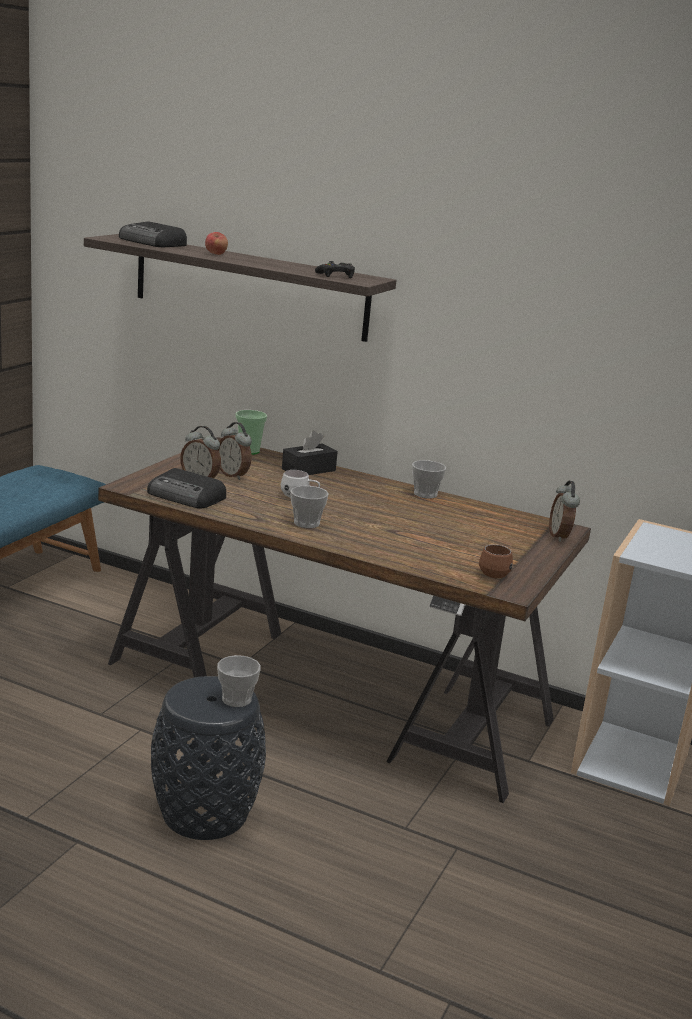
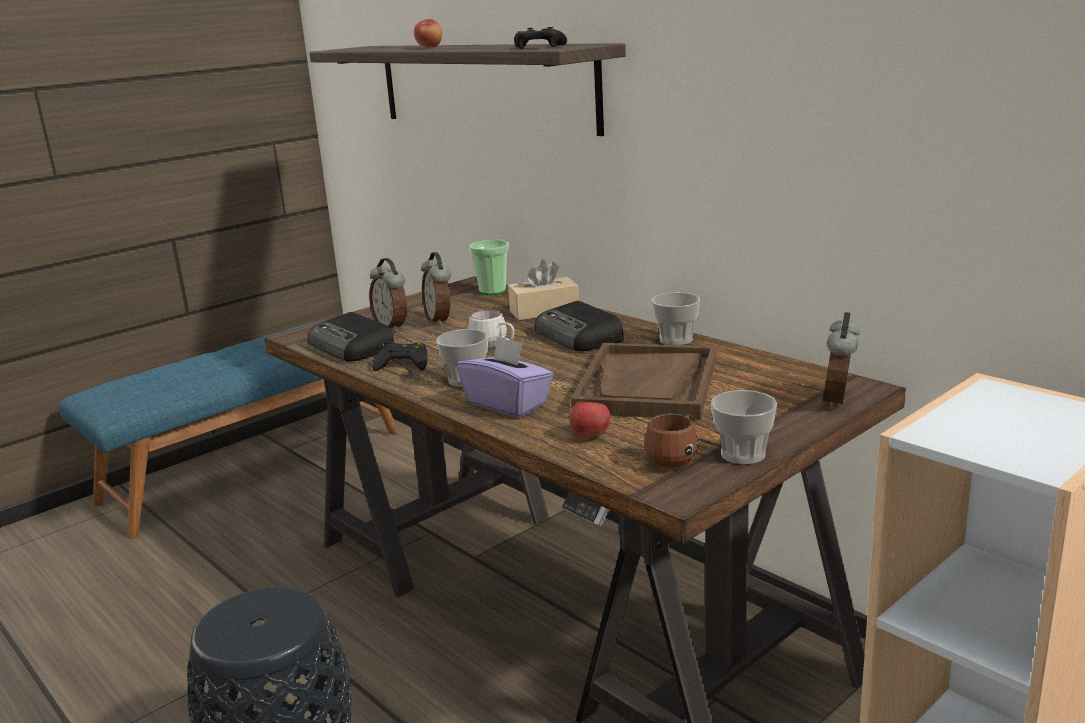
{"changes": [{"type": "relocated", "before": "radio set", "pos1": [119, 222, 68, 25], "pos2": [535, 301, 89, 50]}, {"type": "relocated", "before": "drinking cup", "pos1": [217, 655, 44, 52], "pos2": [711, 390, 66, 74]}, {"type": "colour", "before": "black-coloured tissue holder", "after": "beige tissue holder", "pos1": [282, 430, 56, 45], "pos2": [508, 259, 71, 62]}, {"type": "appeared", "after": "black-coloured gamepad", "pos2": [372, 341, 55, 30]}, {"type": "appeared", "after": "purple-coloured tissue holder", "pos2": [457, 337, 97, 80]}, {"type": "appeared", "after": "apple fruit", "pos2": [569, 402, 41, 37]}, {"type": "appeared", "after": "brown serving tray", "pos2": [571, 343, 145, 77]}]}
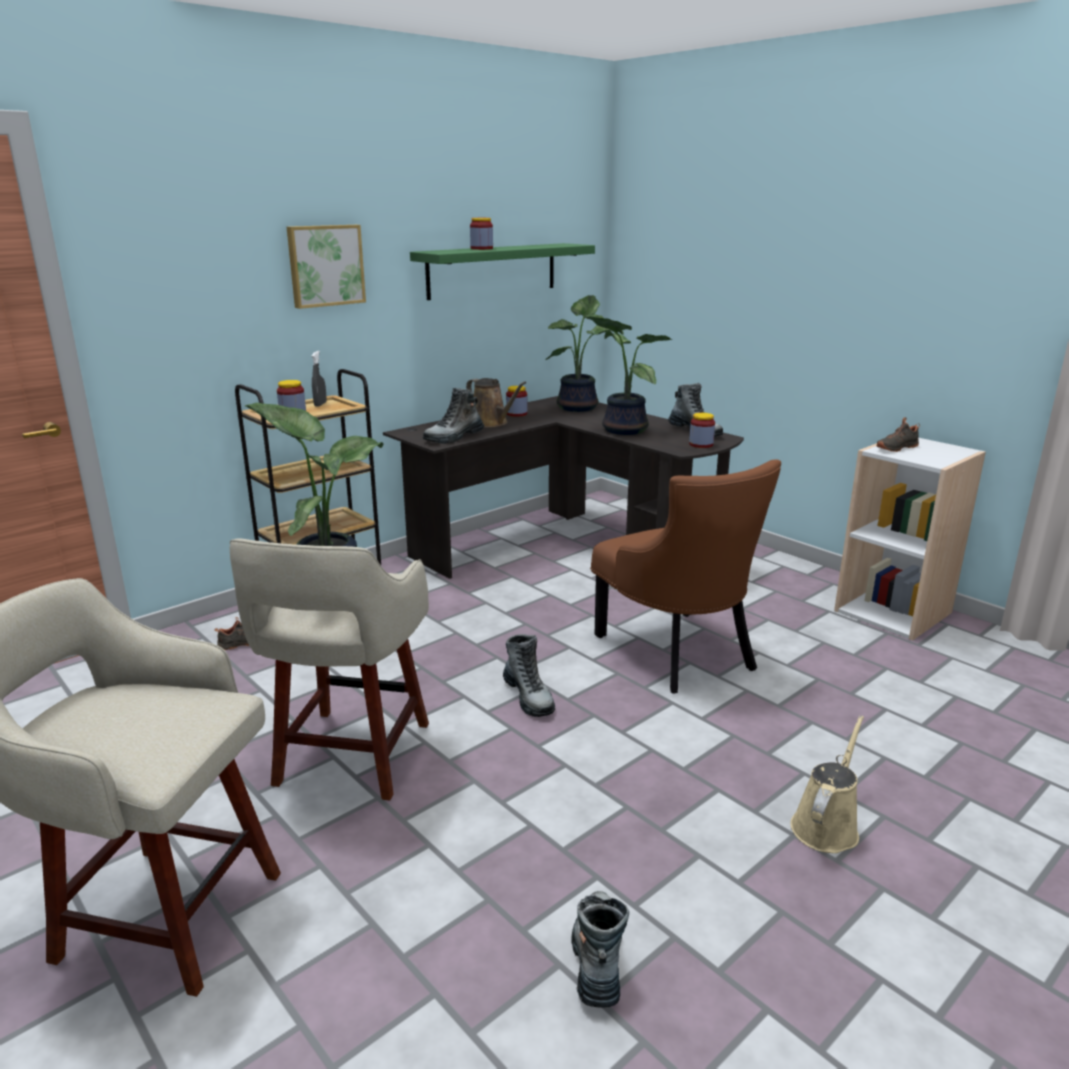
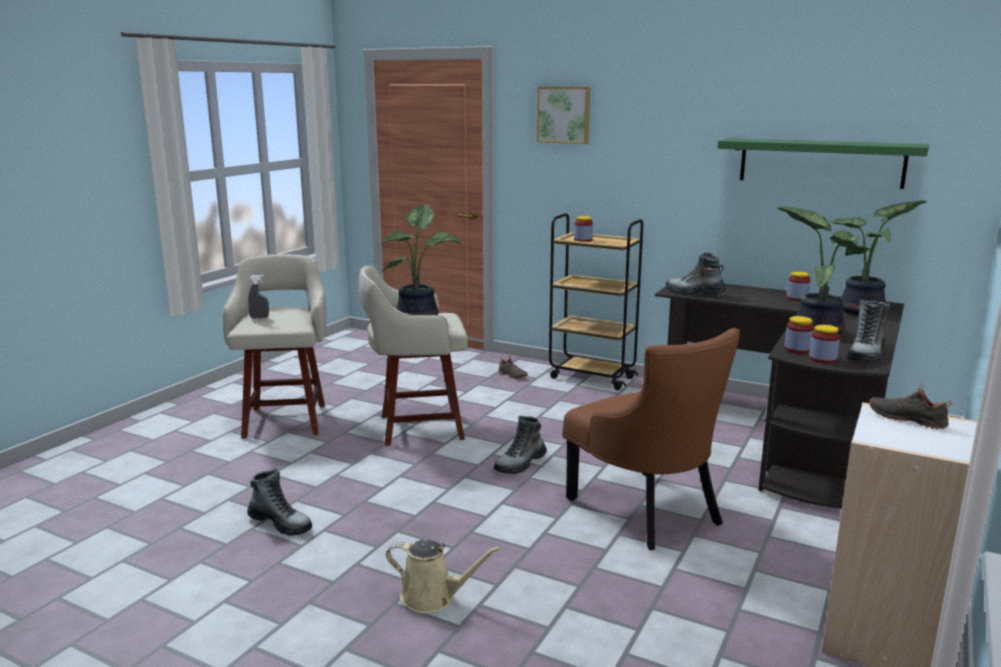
{"changes": [{"type": "relocated", "before": "wall art", "pos1": [287, 225, 79, 84], "pos2": [537, 87, 53, 57]}, {"type": "relocated", "before": "grey hand sprayer", "pos1": [312, 351, 14, 55], "pos2": [248, 275, 21, 44]}, {"type": "missing", "before": "brown sprinkling can", "pos1": [466, 378, 60, 49]}, {"type": "relocated", "before": "preserve jar", "pos1": [470, 218, 23, 32], "pos2": [784, 316, 30, 38]}, {"type": "spun", "before": "boot", "pos1": [571, 891, 58, 117], "pos2": [247, 469, 65, 67], "turn": 45}, {"type": "spun", "before": "brown chair", "pos1": [590, 459, 191, 235], "pos2": [562, 328, 178, 222], "turn": -75}]}
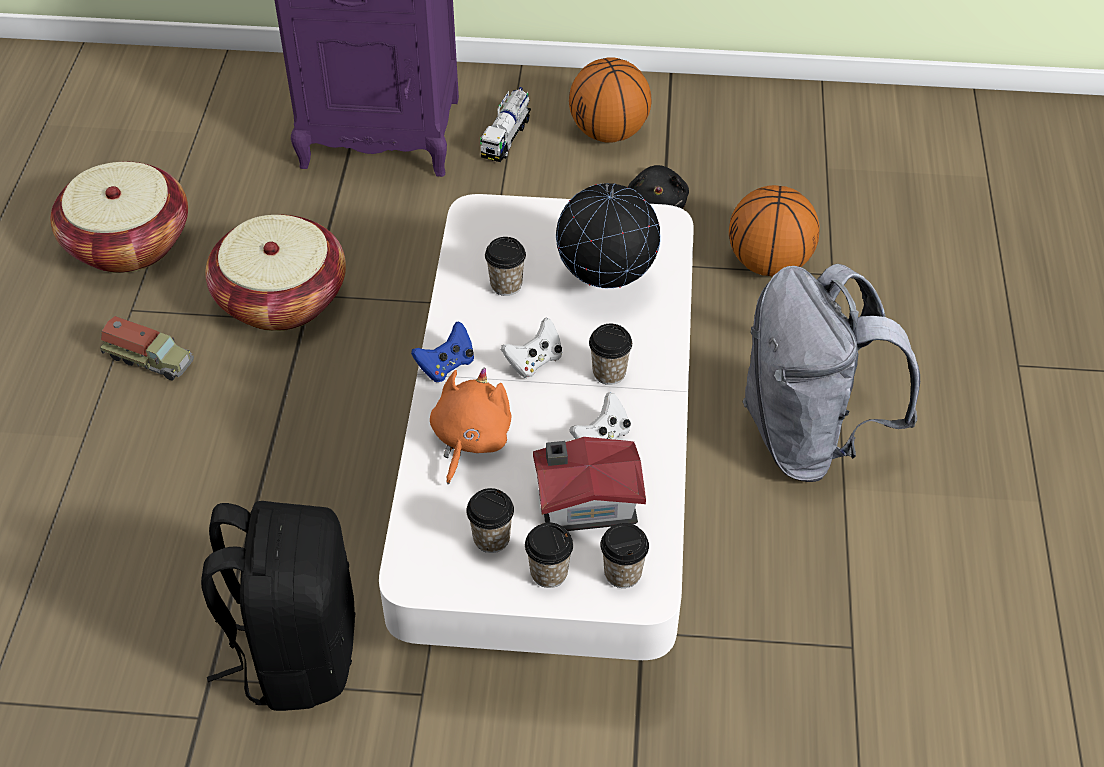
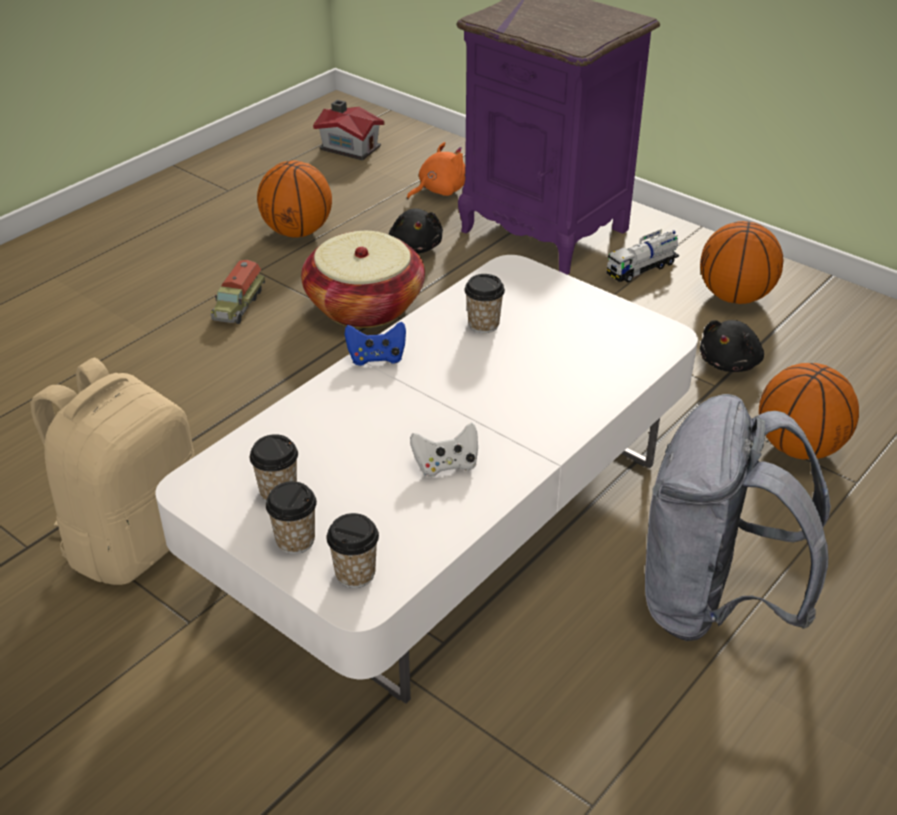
{"changes": [{"type": "exchanged", "before": "basket", "after": "basketball ball", "pos1": [51, 161, 137, 112], "pos2": [257, 161, 75, 77]}, {"type": "spun", "before": "toy lorry", "pos1": [100, 316, 94, 64], "pos2": [210, 260, 55, 64], "turn": 45}, {"type": "colour", "before": "black-coloured rucksack", "after": "beige rucksack", "pos1": [201, 501, 154, 210], "pos2": [30, 358, 165, 227]}, {"type": "relocated", "before": "orangey cuddly toy", "pos1": [430, 368, 82, 117], "pos2": [407, 142, 58, 57]}, {"type": "missing", "before": "white-coloured gamepad", "pos1": [501, 318, 61, 60]}, {"type": "relocated", "before": "miniature house", "pos1": [533, 437, 113, 94], "pos2": [313, 100, 71, 61]}, {"type": "missing", "before": "globe", "pos1": [556, 183, 105, 105]}, {"type": "missing", "before": "drinking cup", "pos1": [589, 324, 43, 61]}, {"type": "appeared", "after": "black-coloured cuddly toy", "pos2": [389, 208, 54, 46]}]}
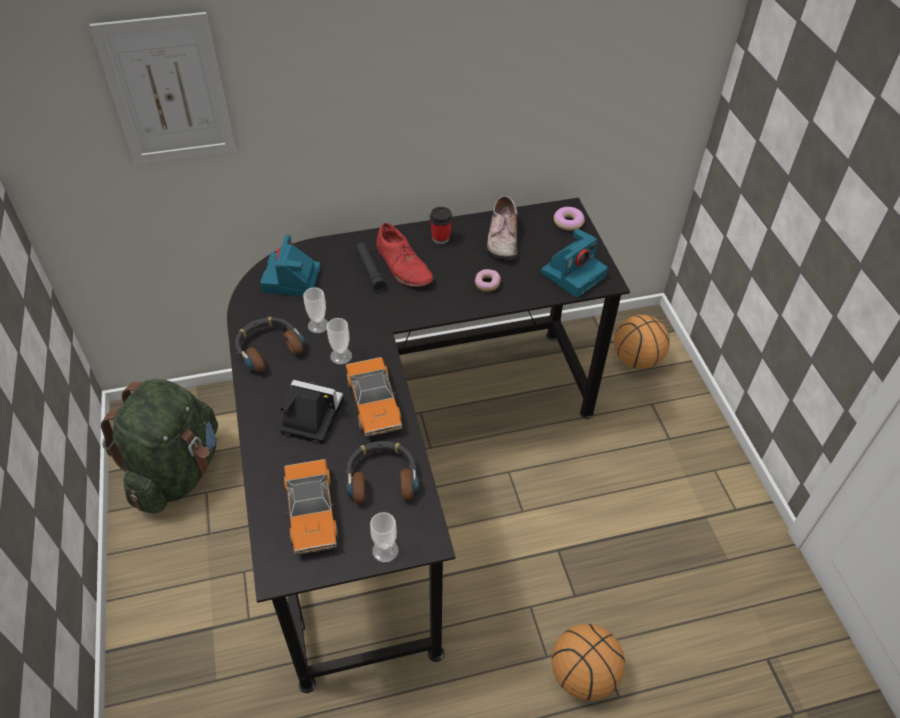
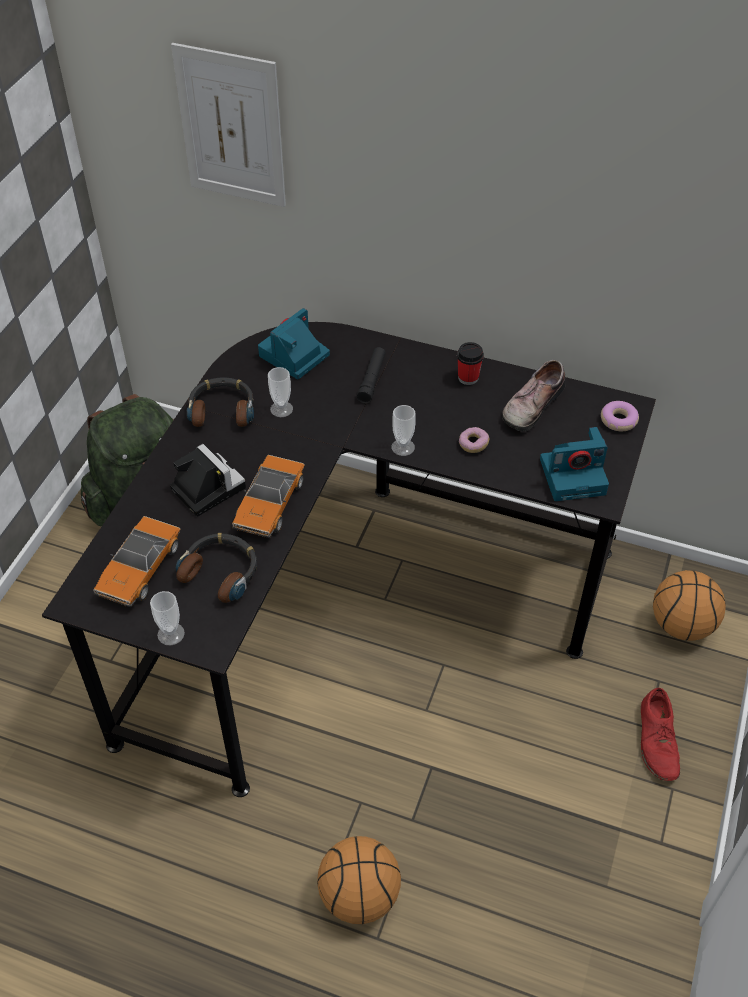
{"changes": [{"type": "relocated", "before": "drinking cup", "pos1": [327, 318, 25, 47], "pos2": [392, 405, 24, 51]}, {"type": "relocated", "before": "red-coloured item of footwear", "pos1": [376, 223, 58, 64], "pos2": [641, 688, 39, 93]}]}
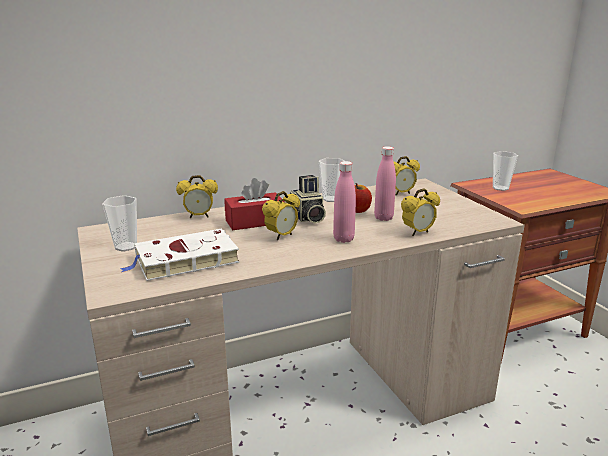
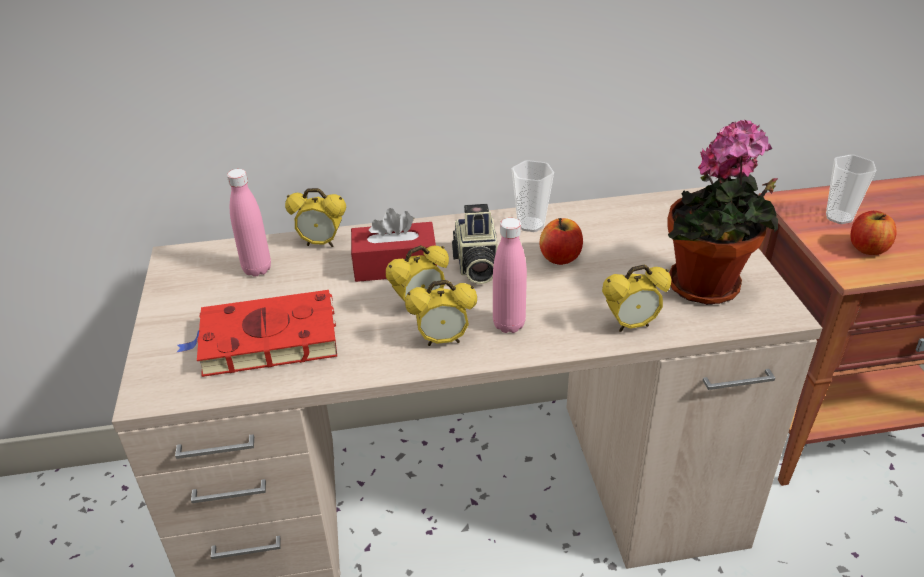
{"changes": [{"type": "missing", "before": "drinking cup", "pos1": [102, 195, 35, 57]}, {"type": "colour", "before": "white-coloured volume", "after": "red-coloured volume", "pos1": [120, 229, 120, 52], "pos2": [177, 290, 161, 87]}, {"type": "relocated", "before": "pinkish drink bottle", "pos1": [374, 146, 22, 75], "pos2": [227, 169, 44, 108]}, {"type": "relocated", "before": "alarm clock", "pos1": [394, 156, 26, 40], "pos2": [405, 280, 72, 66]}, {"type": "appeared", "after": "plant in a pot", "pos2": [667, 119, 111, 186]}, {"type": "appeared", "after": "apple fruit", "pos2": [850, 211, 46, 44]}]}
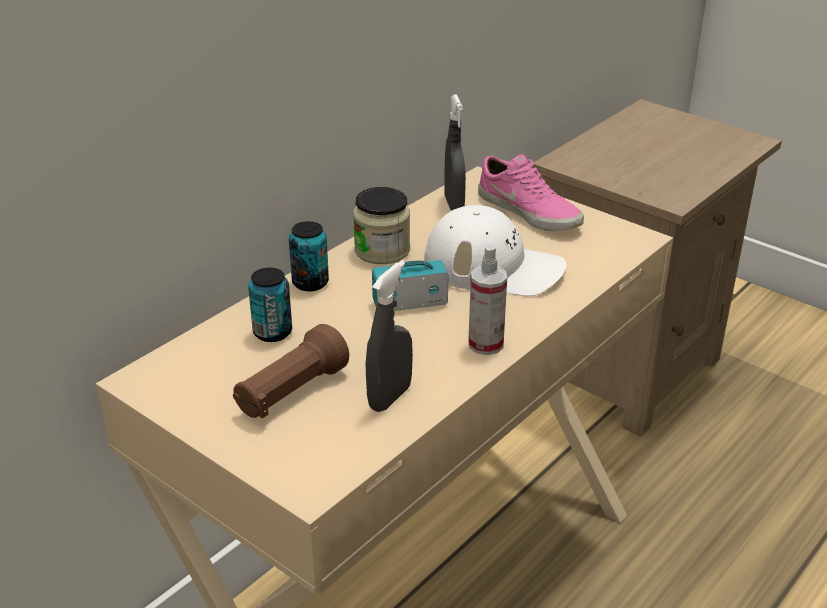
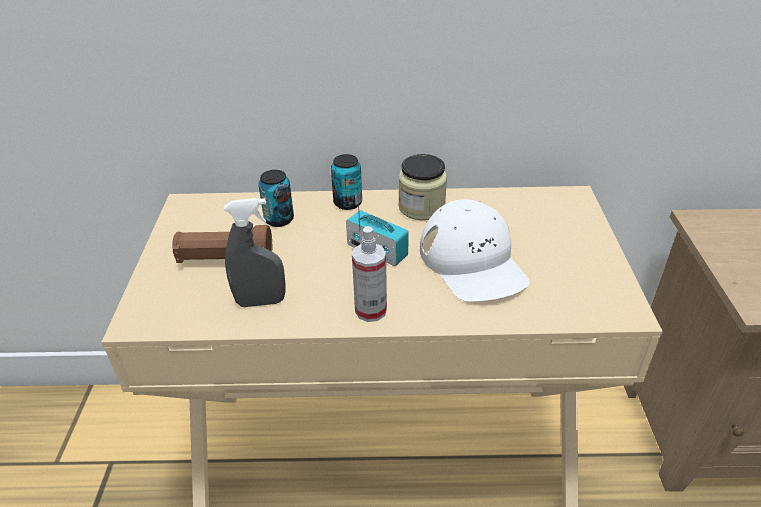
{"changes": [{"type": "missing", "before": "grey hand sprayer", "pos1": [444, 94, 22, 116]}, {"type": "missing", "before": "pinkish item of footwear", "pos1": [478, 154, 106, 77]}]}
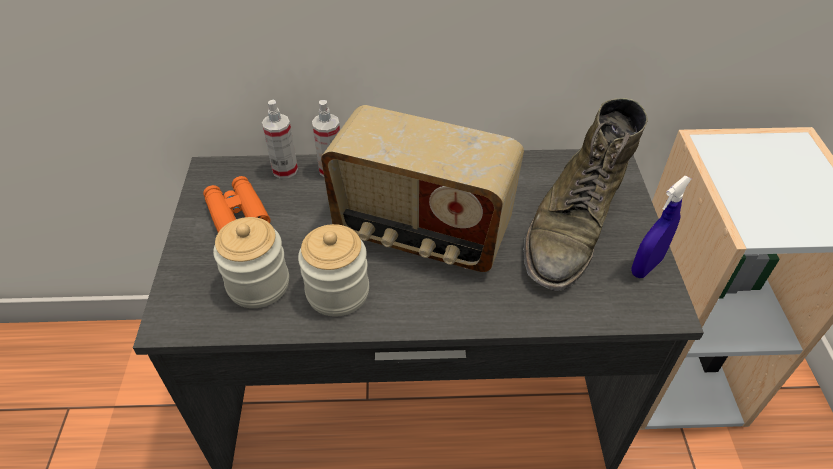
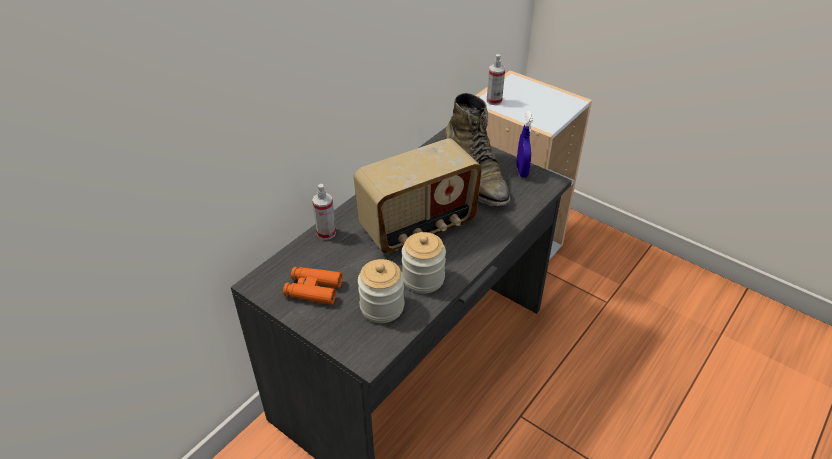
{"changes": [{"type": "relocated", "before": "hand sprayer", "pos1": [262, 100, 36, 79], "pos2": [487, 54, 18, 51]}]}
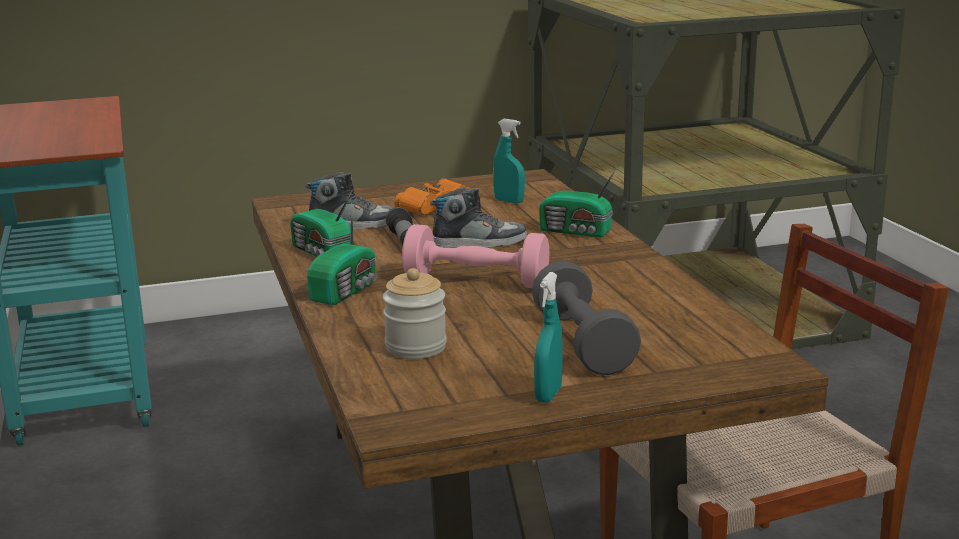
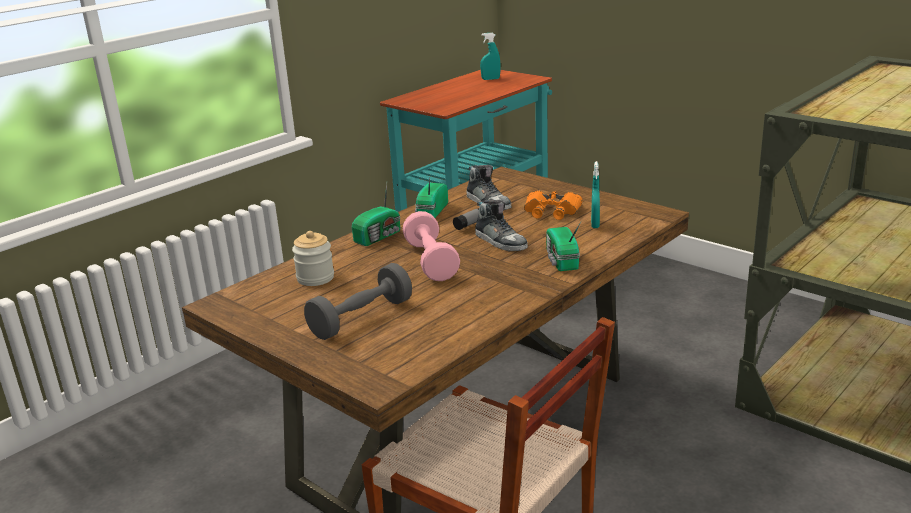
{"changes": [{"type": "spun", "before": "radio set", "pos1": [307, 203, 69, 102], "pos2": [352, 183, 49, 63], "turn": -45}, {"type": "relocated", "before": "turquoise-coloured hand sprayer", "pos1": [534, 272, 29, 131], "pos2": [480, 33, 21, 47]}]}
